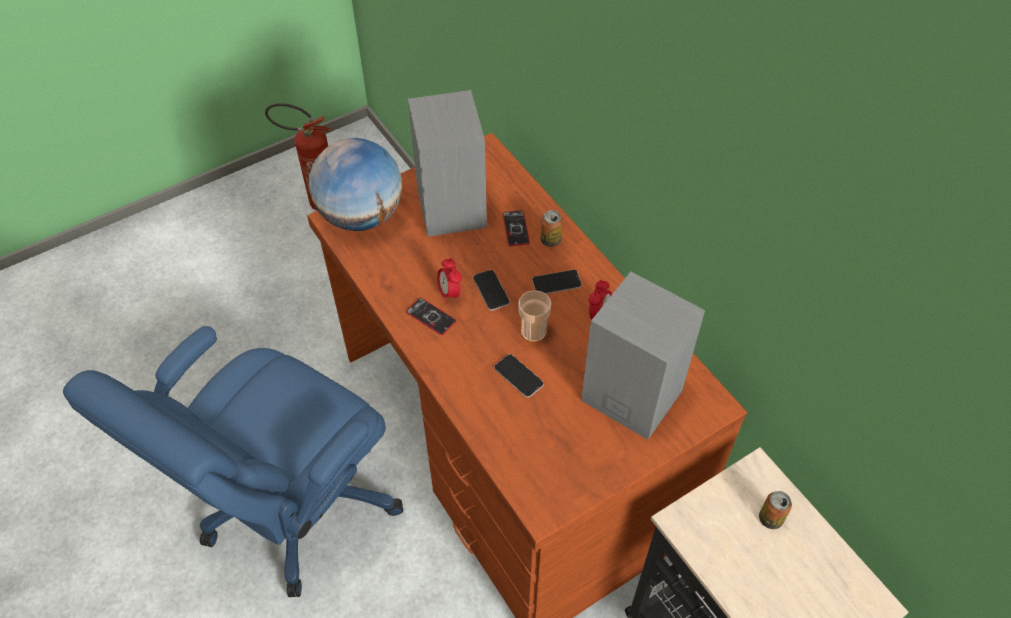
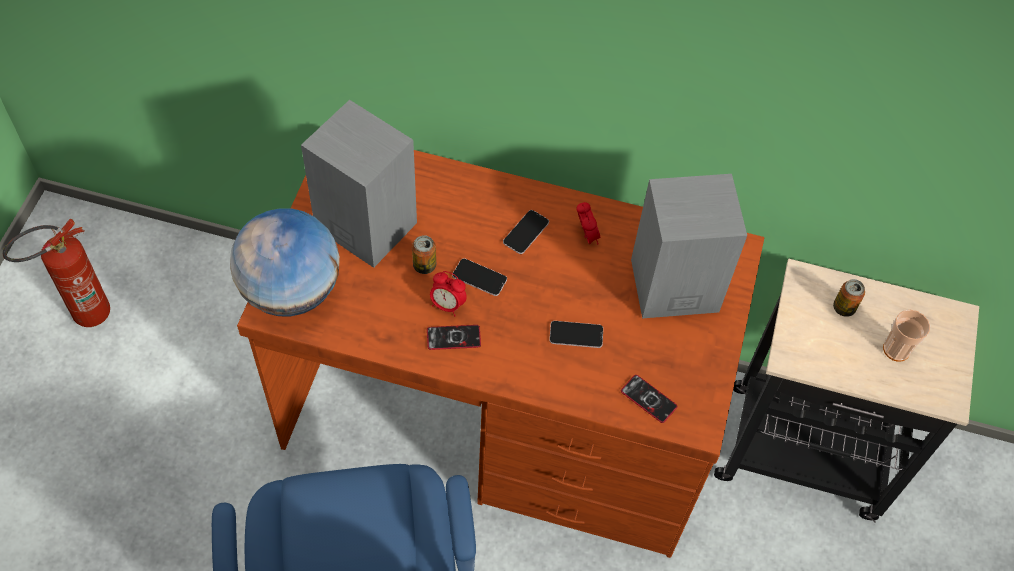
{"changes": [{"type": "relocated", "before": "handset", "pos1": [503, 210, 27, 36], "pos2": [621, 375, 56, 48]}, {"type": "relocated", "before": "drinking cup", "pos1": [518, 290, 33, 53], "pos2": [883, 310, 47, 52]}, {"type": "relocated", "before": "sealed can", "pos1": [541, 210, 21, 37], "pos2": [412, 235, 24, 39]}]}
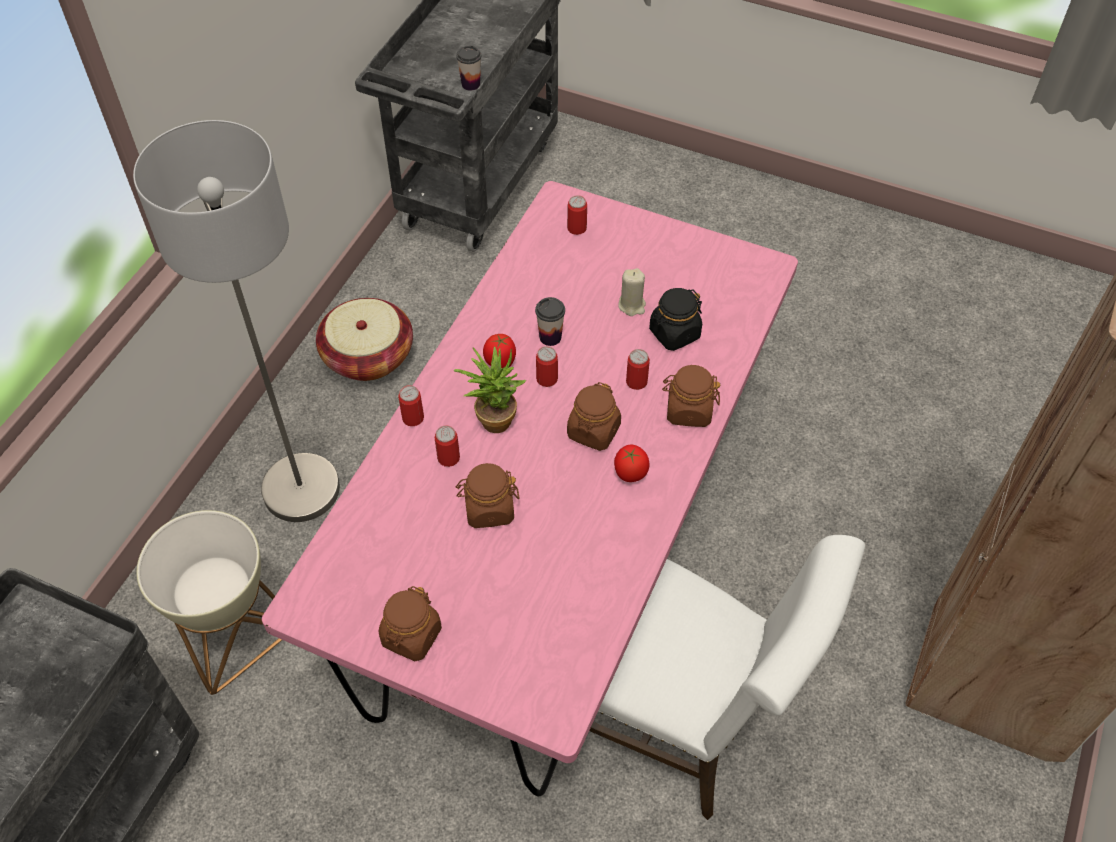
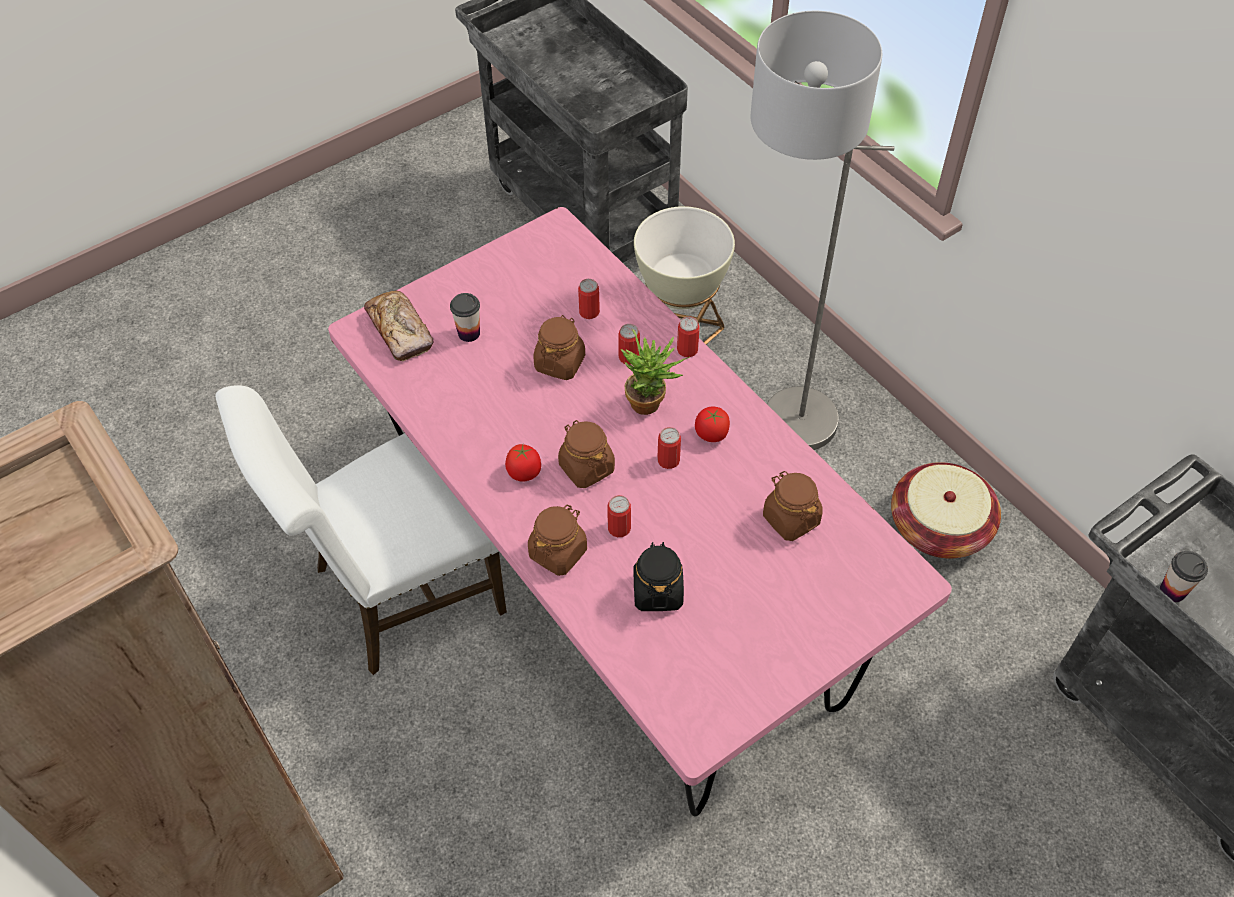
{"changes": [{"type": "relocated", "before": "brown preserve jar", "pos1": [379, 586, 63, 75], "pos2": [763, 471, 60, 70]}, {"type": "relocated", "before": "drinking cup", "pos1": [535, 297, 30, 49], "pos2": [450, 293, 30, 49]}, {"type": "relocated", "before": "sealed can", "pos1": [567, 195, 20, 40], "pos2": [578, 279, 22, 40]}, {"type": "missing", "before": "beige wax light", "pos1": [618, 268, 28, 48]}, {"type": "appeared", "after": "baked bread", "pos2": [364, 290, 69, 71]}]}
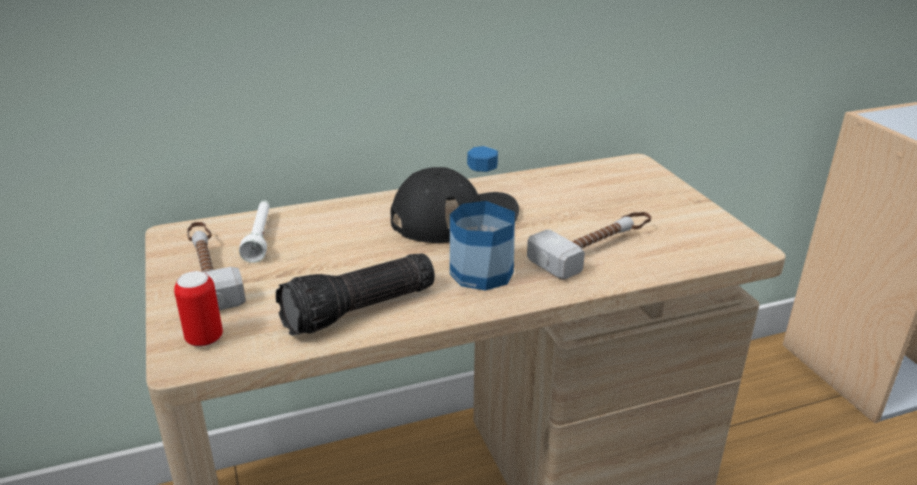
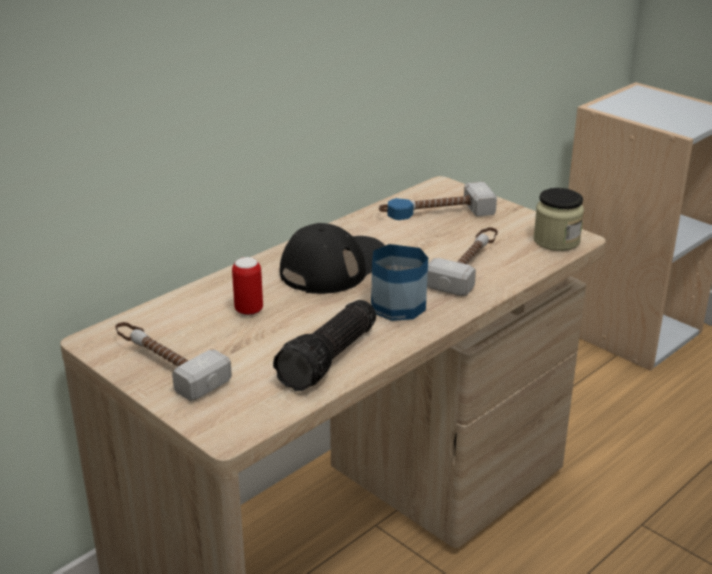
{"changes": [{"type": "relocated", "before": "sealed can", "pos1": [174, 271, 49, 76], "pos2": [232, 257, 31, 58]}, {"type": "missing", "before": "white-coloured hand torch", "pos1": [239, 201, 31, 62]}, {"type": "appeared", "after": "hammer", "pos2": [379, 182, 118, 34]}, {"type": "appeared", "after": "preserve jar", "pos2": [533, 188, 51, 63]}]}
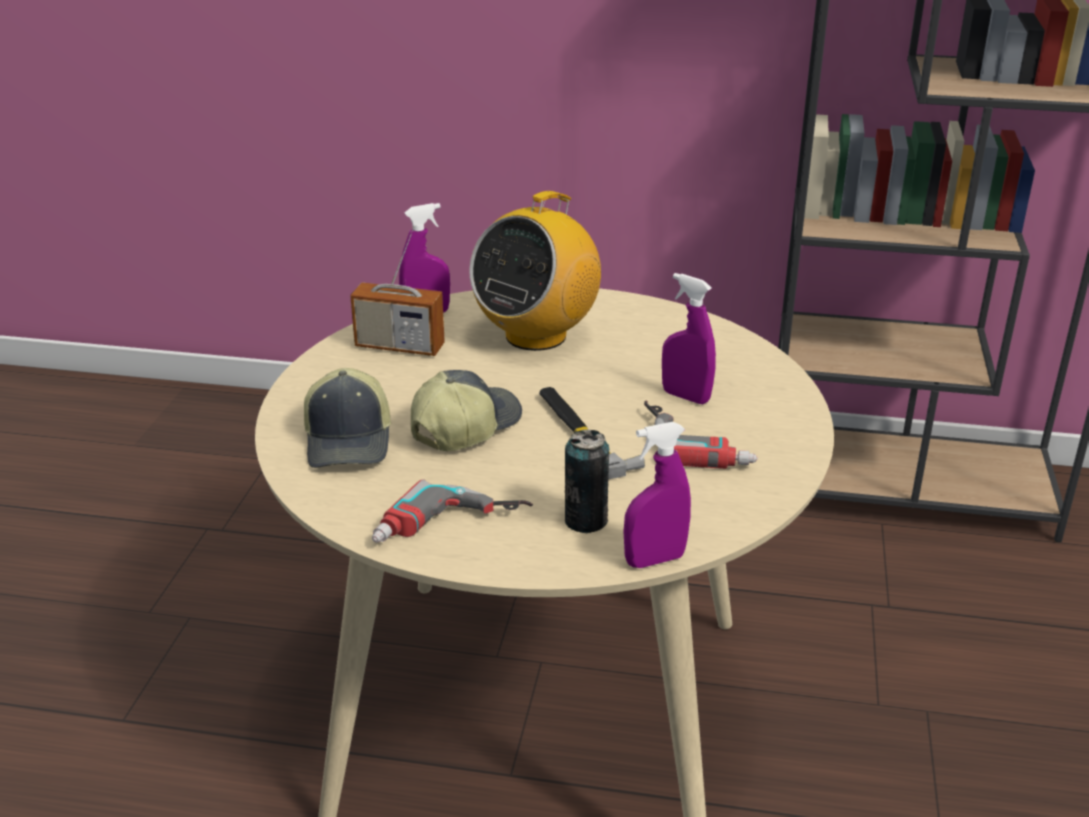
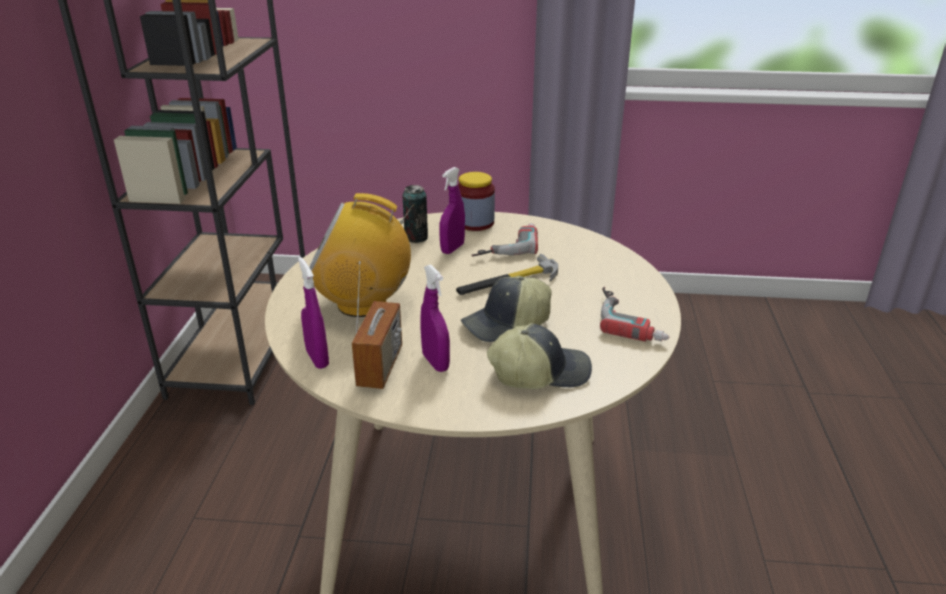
{"changes": [{"type": "spun", "before": "cap", "pos1": [411, 370, 111, 81], "pos2": [461, 276, 90, 66], "turn": -60}, {"type": "spun", "before": "radio set", "pos1": [469, 191, 132, 160], "pos2": [309, 193, 106, 124], "turn": 150}, {"type": "relocated", "before": "sealed can", "pos1": [565, 429, 45, 104], "pos2": [402, 185, 26, 58]}, {"type": "relocated", "before": "purple-coloured hand sprayer", "pos1": [624, 422, 67, 146], "pos2": [420, 264, 30, 108]}, {"type": "appeared", "after": "preserve jar", "pos2": [458, 172, 37, 59]}]}
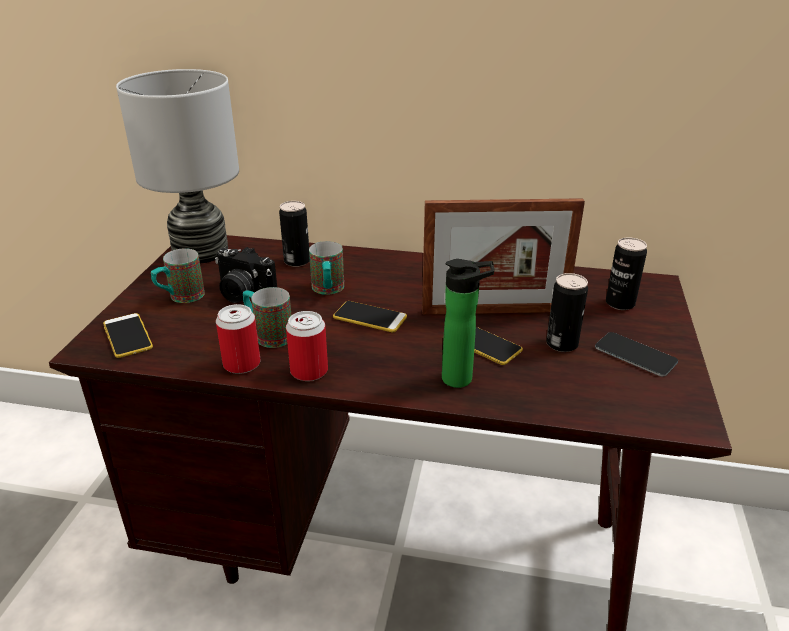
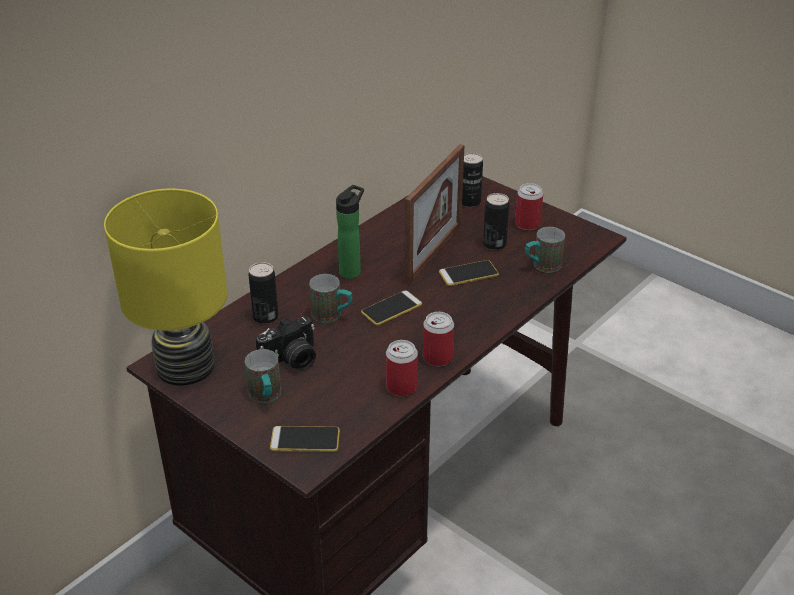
{"changes": [{"type": "colour", "before": "grey lamp for a table", "after": "yellowish lamp for a table", "pos1": [116, 69, 123, 195], "pos2": [104, 189, 124, 197]}, {"type": "relocated", "before": "mug", "pos1": [243, 287, 48, 61], "pos2": [525, 227, 40, 46]}, {"type": "relocated", "before": "drink bottle", "pos1": [442, 259, 52, 129], "pos2": [336, 185, 28, 94]}, {"type": "exchanged", "before": "handset", "after": "sealed can", "pos1": [595, 332, 83, 45], "pos2": [515, 183, 28, 47]}]}
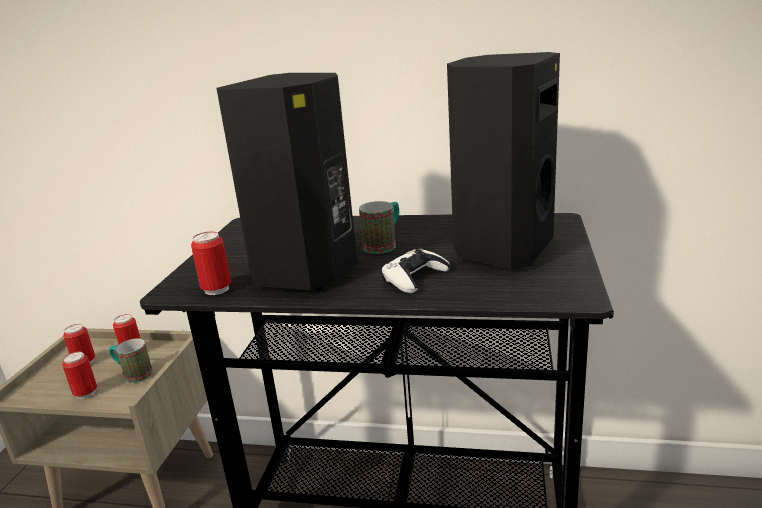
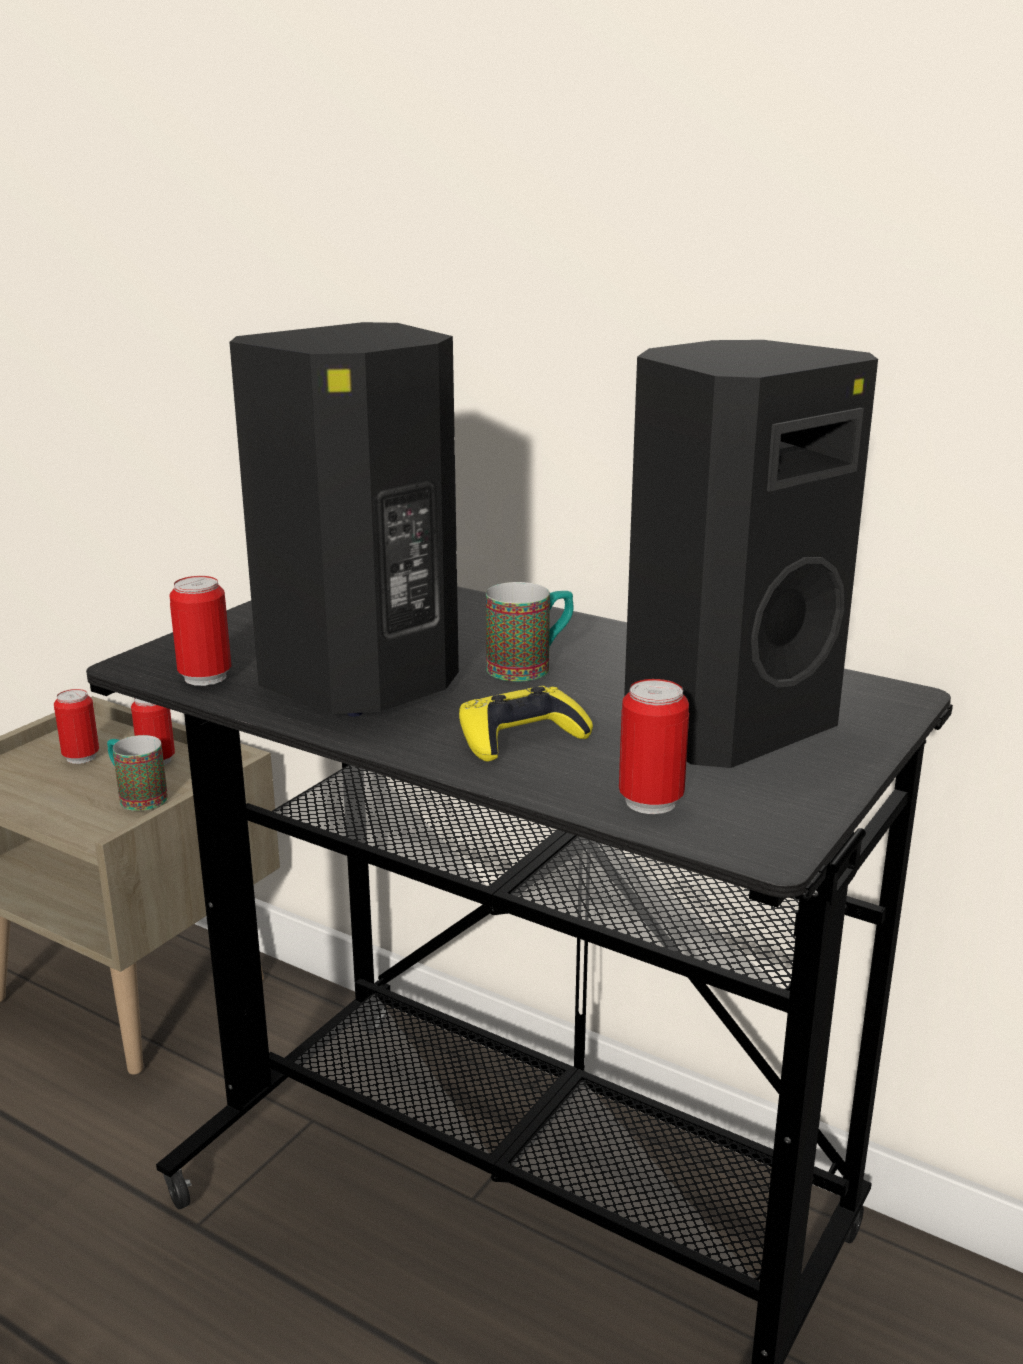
{"changes": [{"type": "relocated", "before": "sealed can", "pos1": [62, 352, 35, 47], "pos2": [619, 679, 70, 135]}, {"type": "colour", "before": "white-coloured gamepad", "after": "yellowish gamepad", "pos1": [381, 249, 69, 44], "pos2": [459, 686, 134, 76]}]}
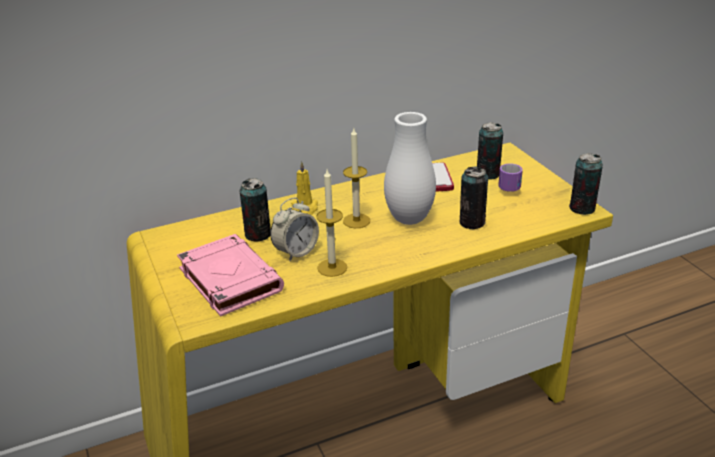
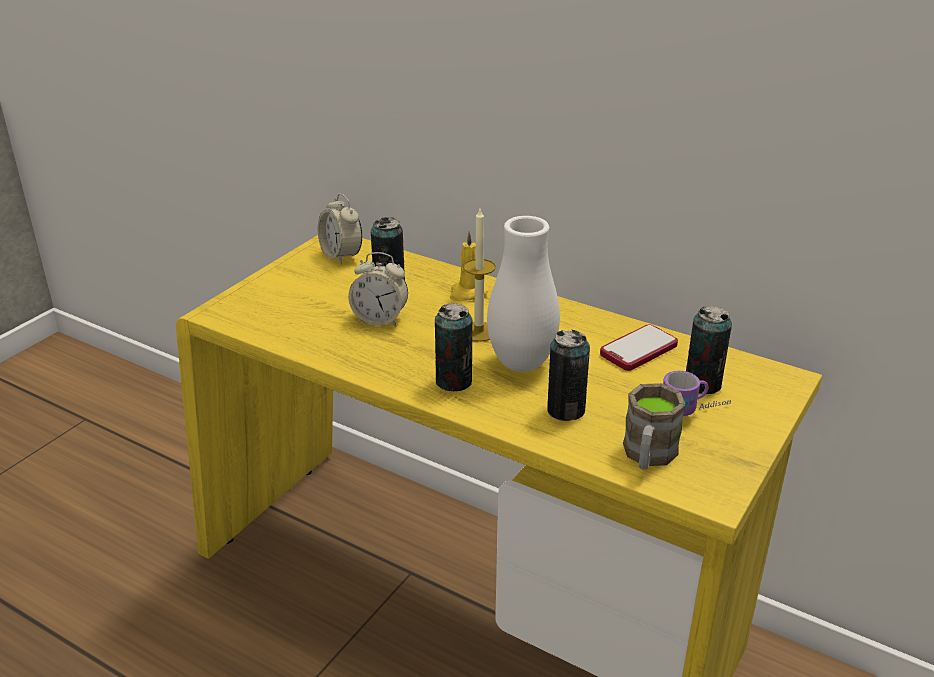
{"changes": [{"type": "missing", "before": "pinkish volume", "pos1": [177, 234, 107, 83]}, {"type": "missing", "before": "wax light", "pos1": [316, 170, 31, 107]}, {"type": "relocated", "before": "sealed can", "pos1": [569, 153, 34, 62], "pos2": [435, 303, 37, 88]}, {"type": "appeared", "after": "alarm clock", "pos2": [318, 194, 44, 70]}, {"type": "appeared", "after": "brown mug", "pos2": [623, 383, 63, 86]}]}
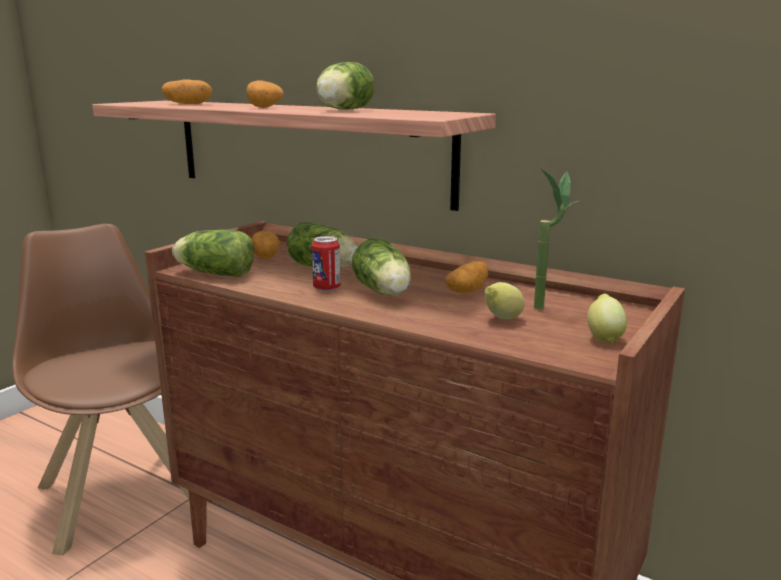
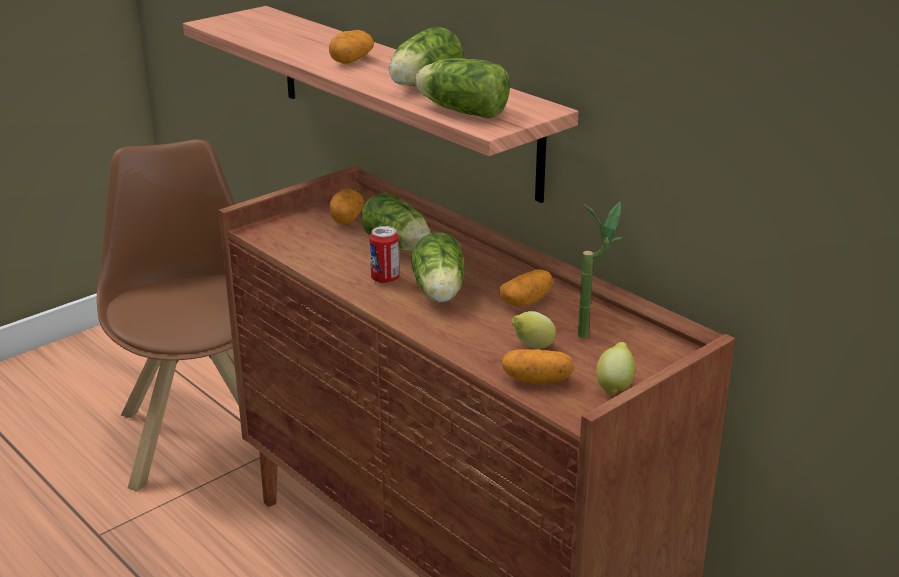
{"changes": [{"type": "relocated", "before": "spud", "pos1": [162, 79, 50, 25], "pos2": [501, 349, 72, 35]}, {"type": "relocated", "before": "lettuce", "pos1": [172, 229, 82, 48], "pos2": [415, 58, 95, 60]}]}
